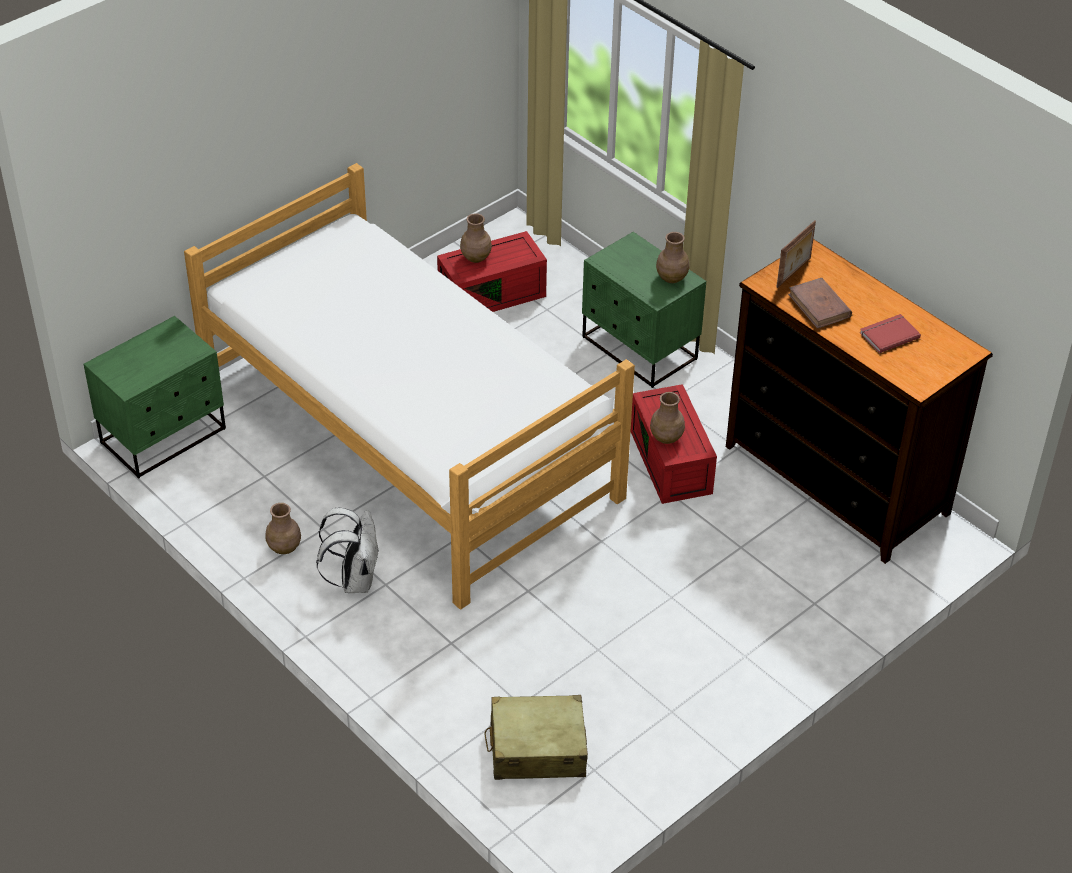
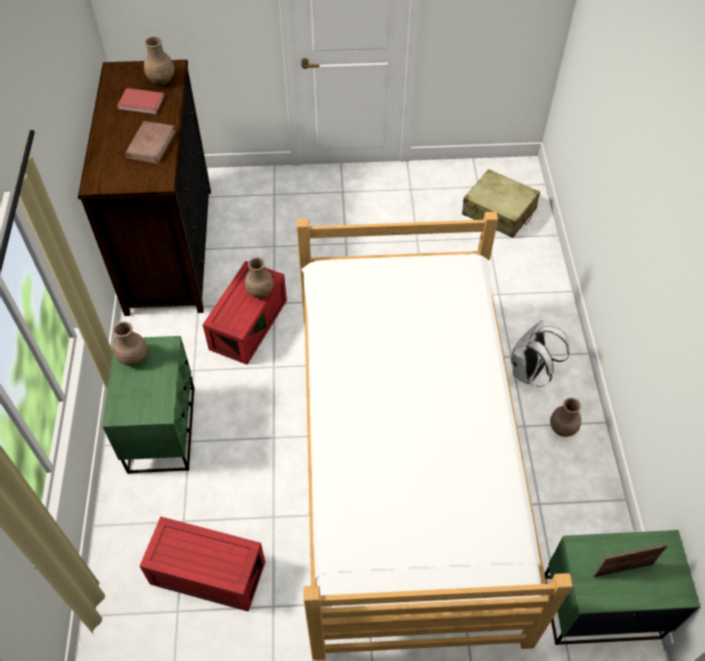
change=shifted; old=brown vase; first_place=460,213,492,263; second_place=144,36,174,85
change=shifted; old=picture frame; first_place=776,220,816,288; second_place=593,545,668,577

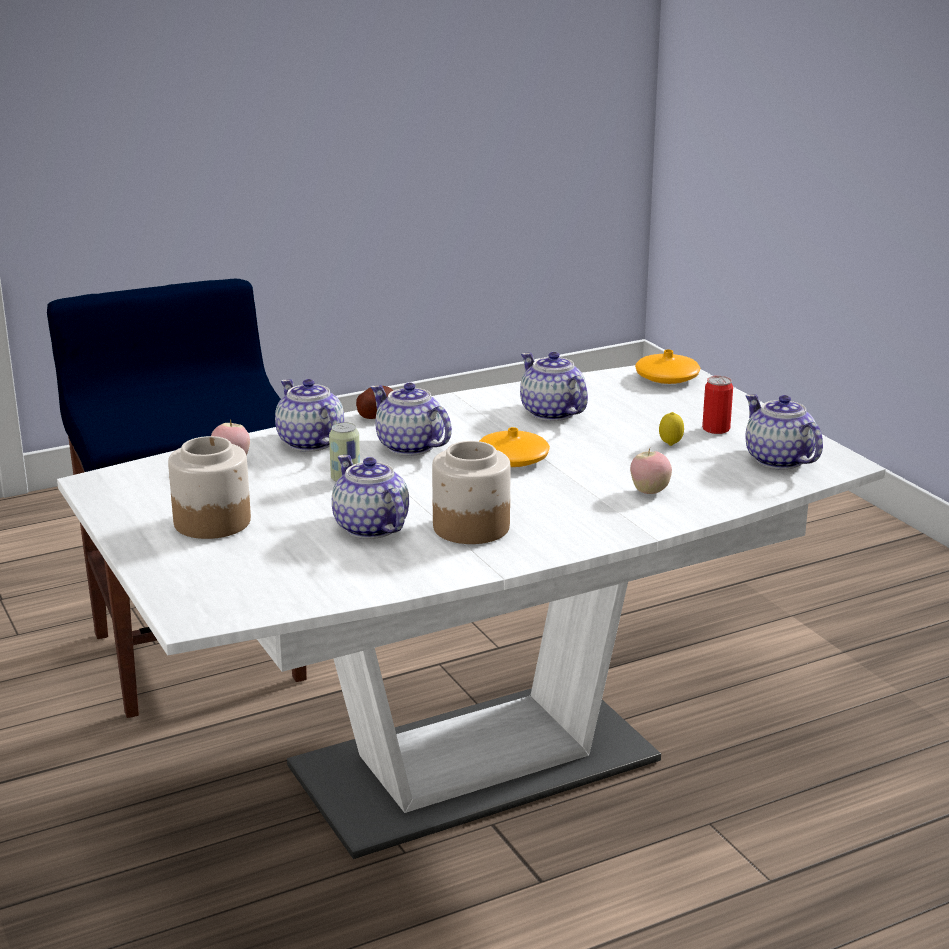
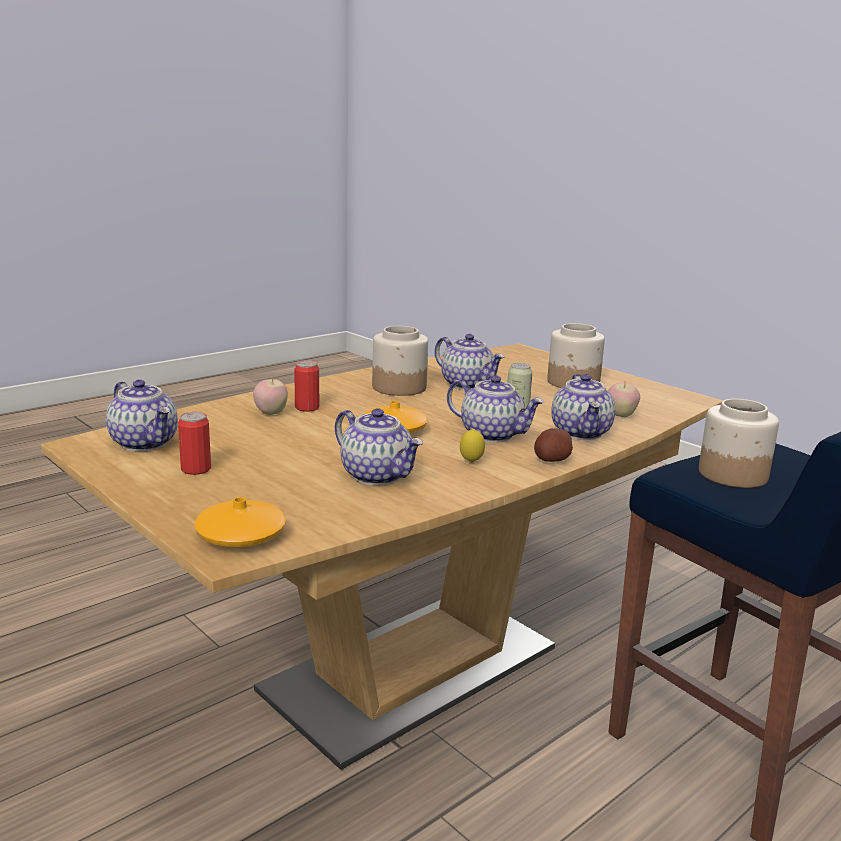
change=repainted; old=white dining table; new=brown dining table; first_place=57,365,886,859; second_place=41,344,723,770
change=new; new=can; second_place=294,360,319,412
change=shifted; old=lemon; first_place=659,412,684,446; second_place=460,429,485,463
change=rotated; old=teapot; first_place=275,379,344,452; second_place=551,374,615,440; degrees=45
change=new; new=jar; second_place=699,399,779,488

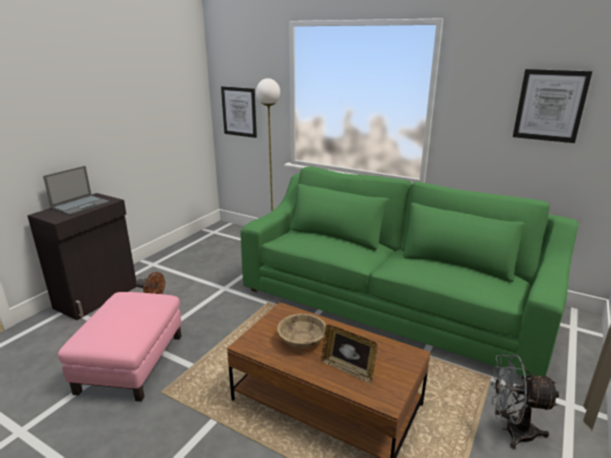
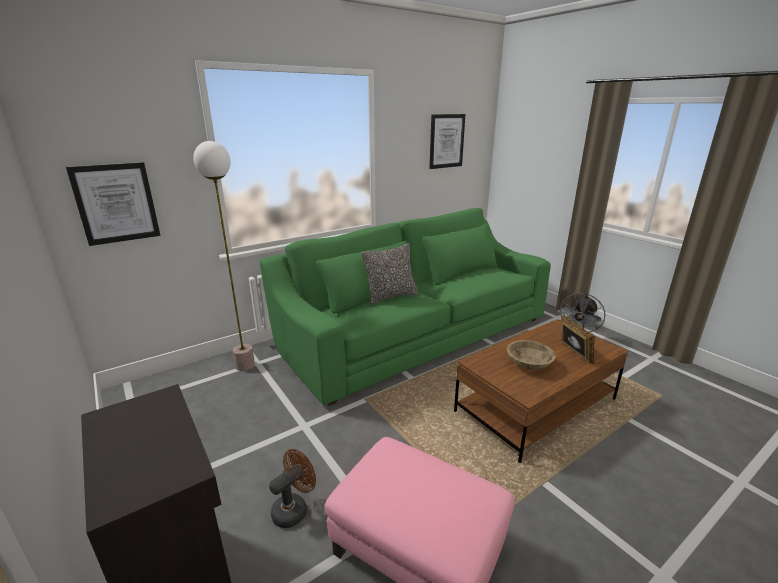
change=new; new=pillow; second_place=361,243,418,305
change=rotated; old=picture frame; first_place=321,325,377,384; second_place=561,314,595,364; degrees=-75
change=gone; old=laptop; first_place=43,166,110,215

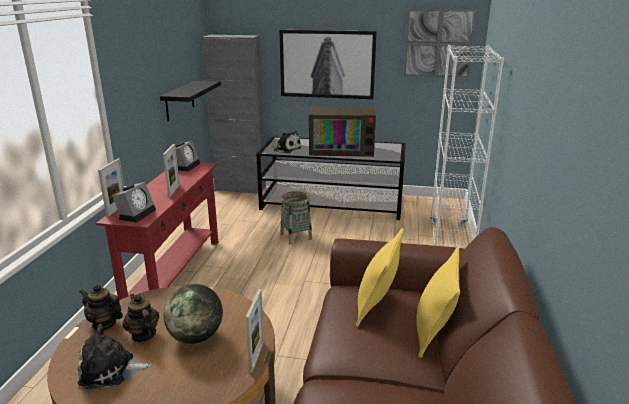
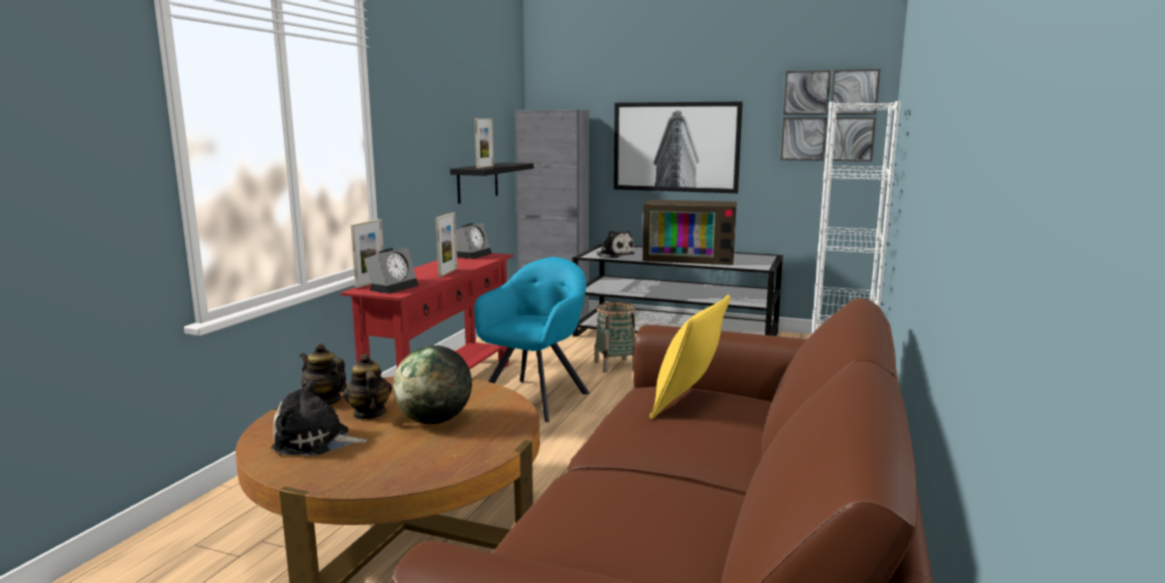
change=new; new=turquoise armchair; second_place=474,257,590,422
change=shifted; old=picture frame; first_place=246,289,264,373; second_place=475,118,494,168
change=gone; old=yellow pillow; first_place=416,247,460,358

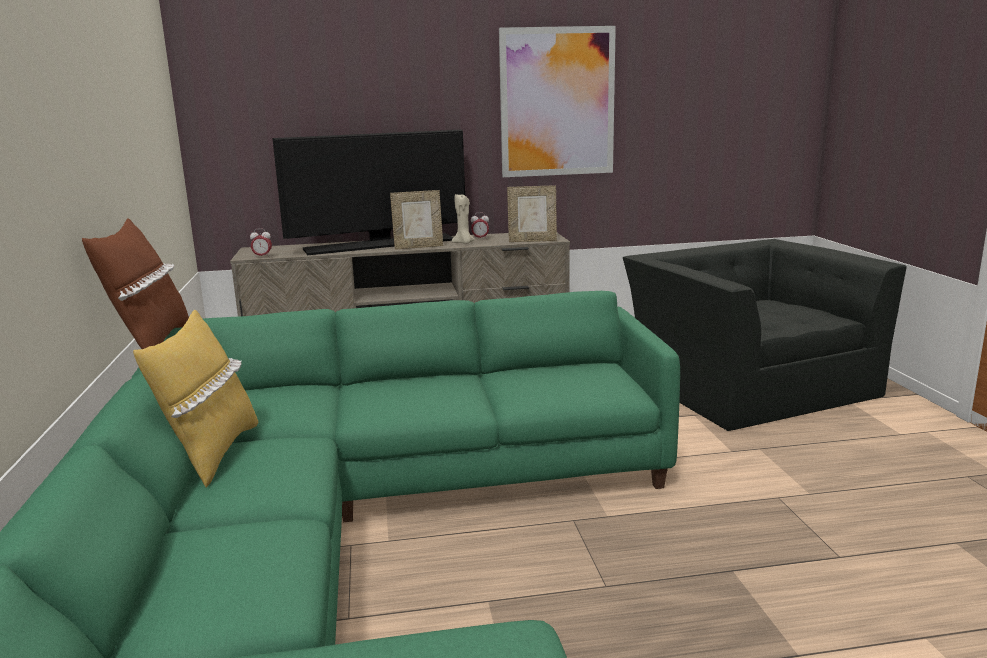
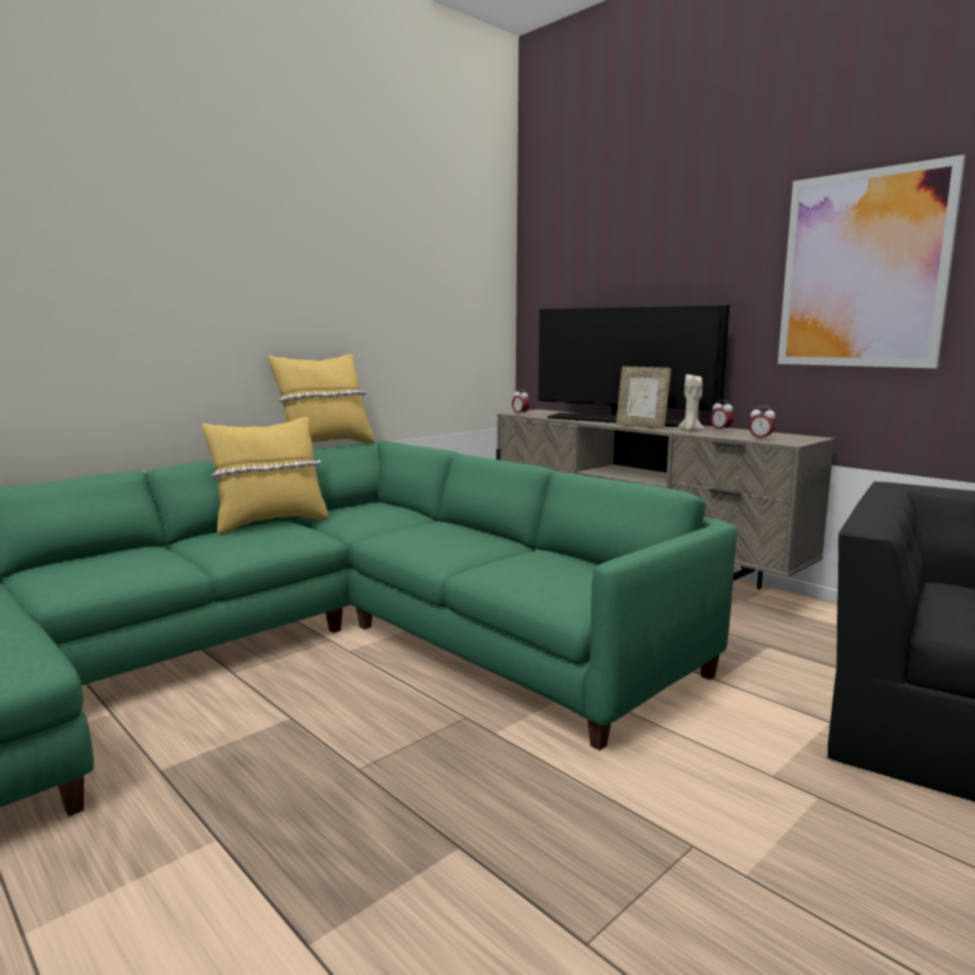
change=repainted; old=brown pillow; new=yellow pillow; first_place=82,218,189,349; second_place=268,354,374,443
change=swapped; old=picture frame; new=alarm clock; first_place=507,186,557,242; second_place=749,406,775,441

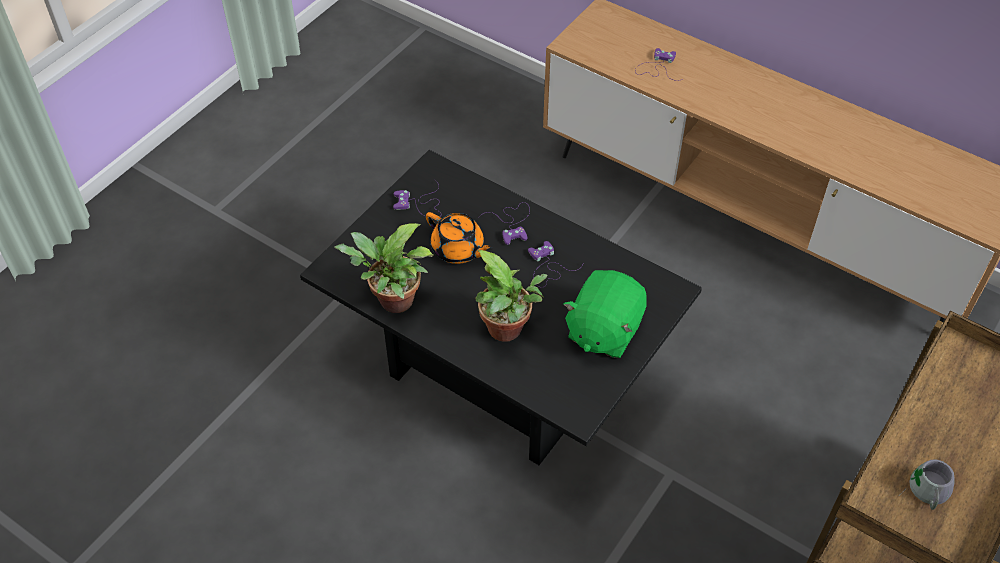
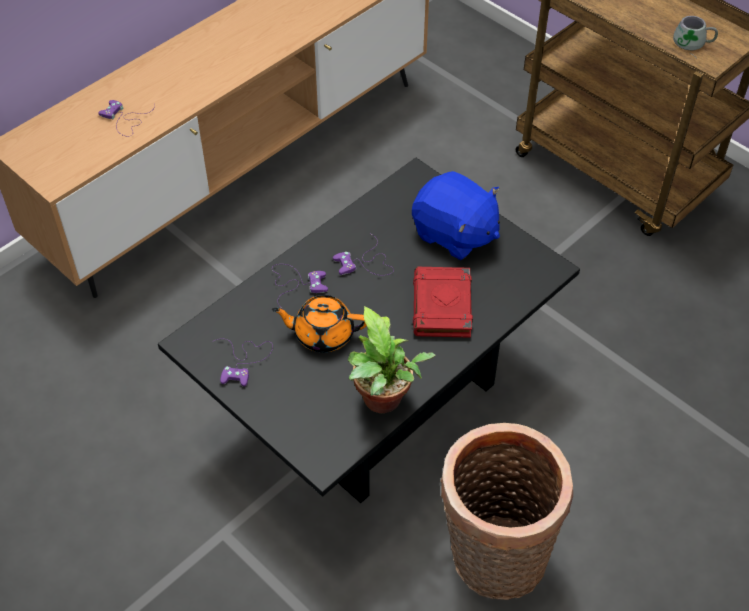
change=rotated; old=orange teapot; first_place=426,212,493,264; second_place=272,295,367,352; degrees=-135
change=repainted; old=green plush toy; new=blue plush toy; first_place=564,270,647,358; second_place=412,171,500,260
change=swapped; old=potted plant; new=red book; first_place=475,250,548,342; second_place=413,267,473,338
change=new; new=basket; second_place=440,423,573,600

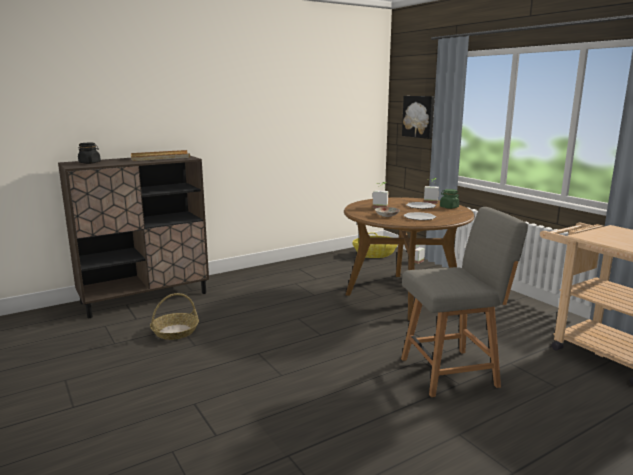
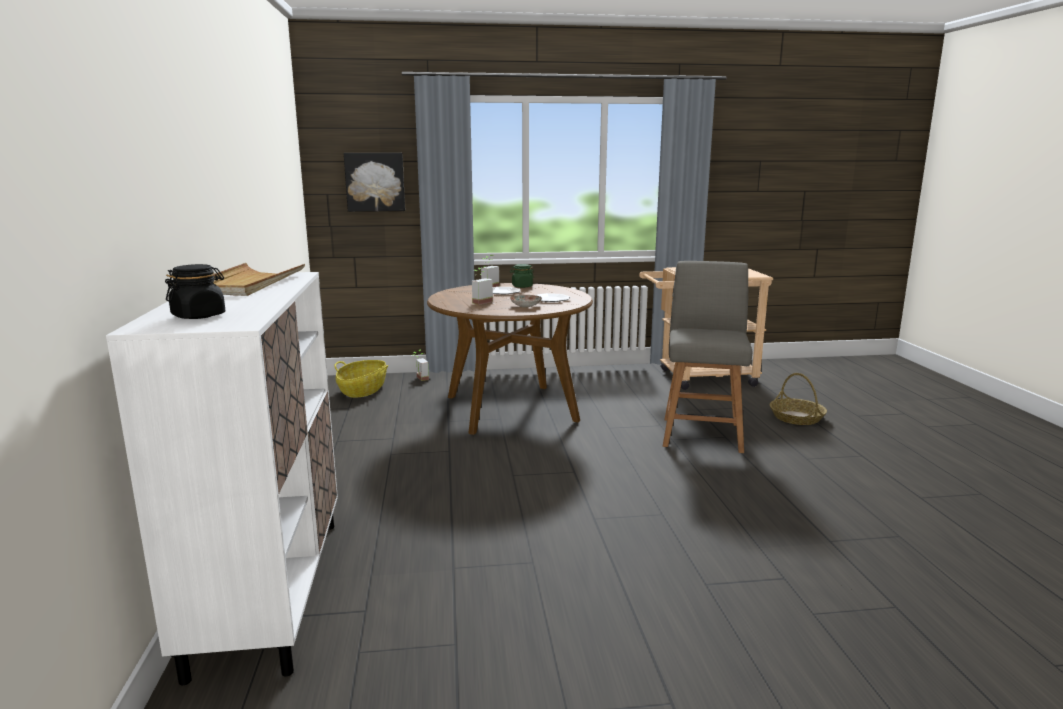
change=repainted; old=brown cabinet; new=white cabinet; first_place=58,156,209,318; second_place=106,272,338,685
change=shifted; old=basket; first_place=150,293,199,340; second_place=770,373,827,425

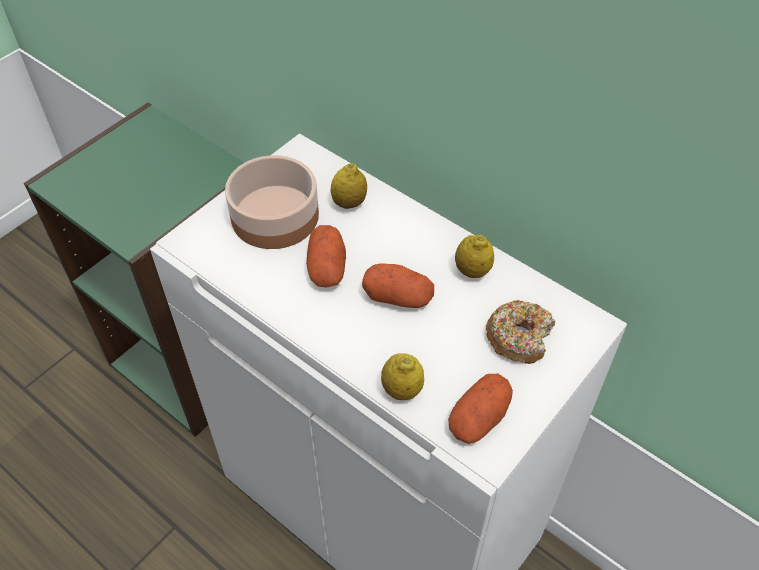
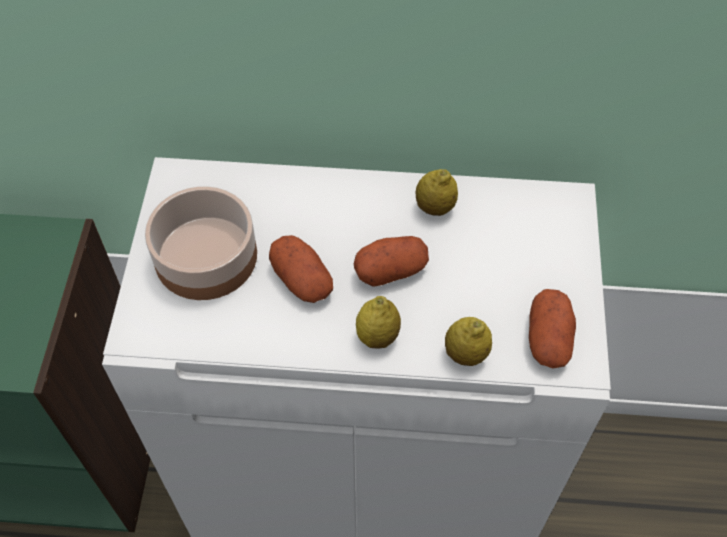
change=shifted; old=lemon; first_place=331,163,367,209; second_place=356,296,401,349
change=gone; old=donut; first_place=486,300,555,364

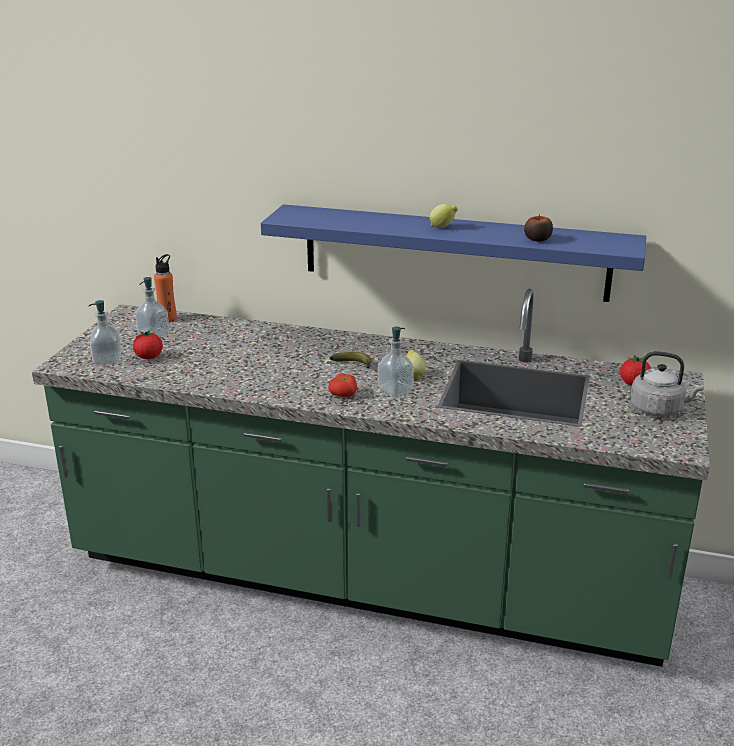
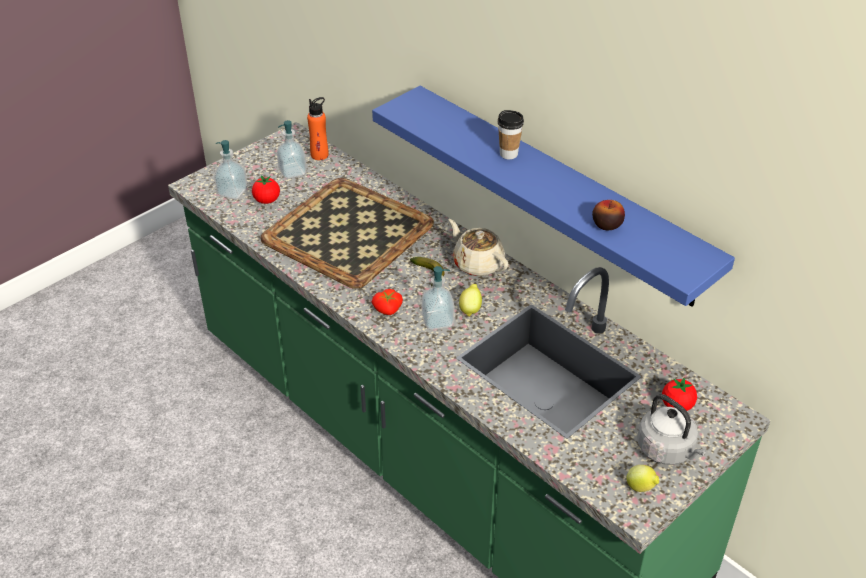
change=new; new=tray; second_place=260,178,434,289
change=new; new=beige teapot; second_place=448,219,509,276
change=new; new=cup; second_place=498,110,524,159
change=shifted; old=lemon; first_place=430,204,458,228; second_place=626,465,659,492

